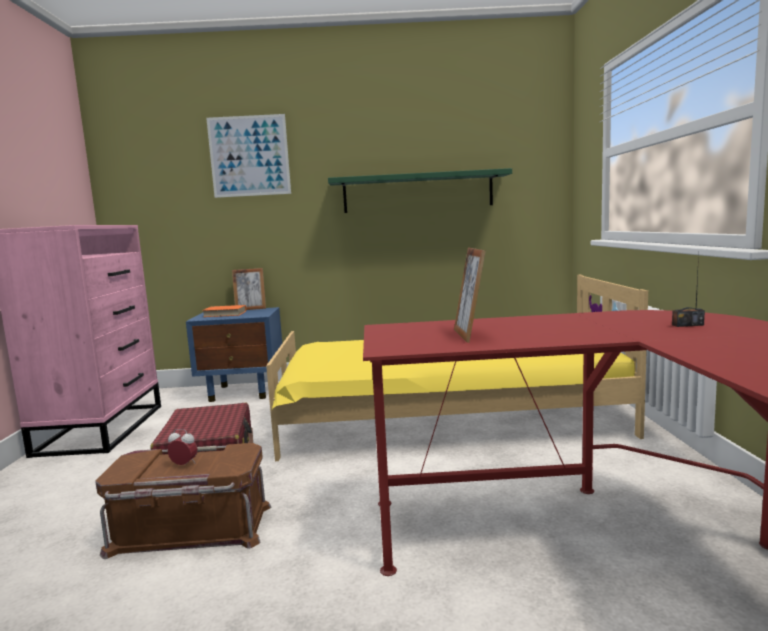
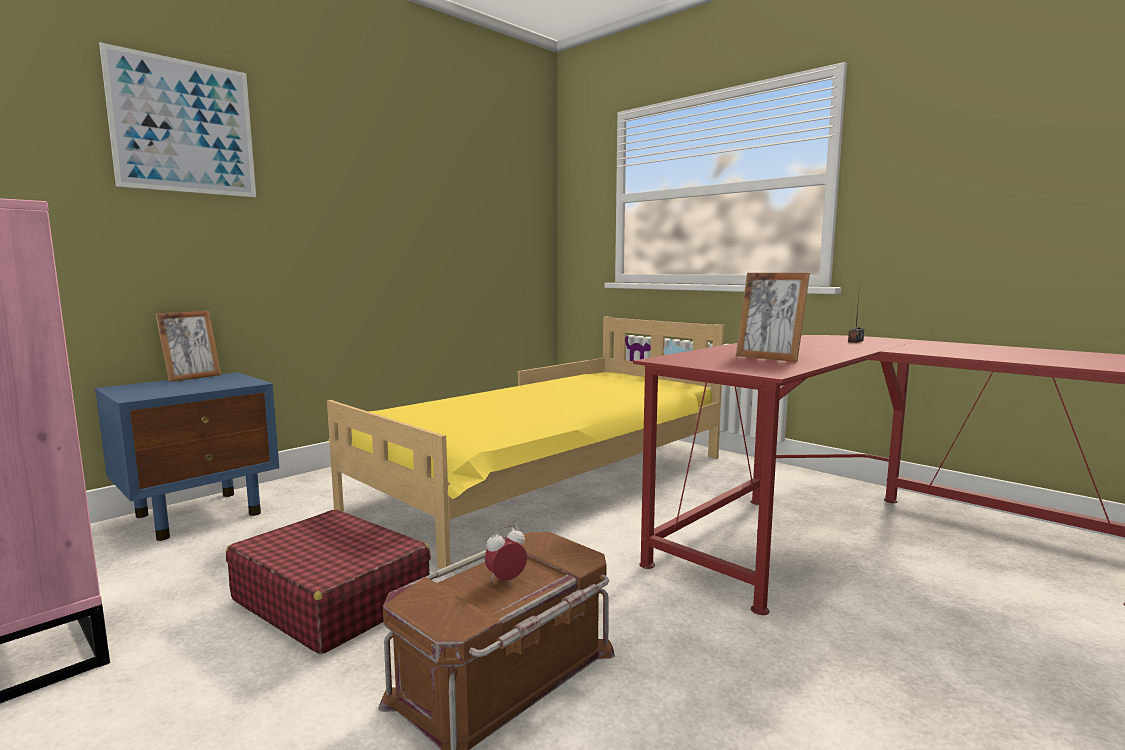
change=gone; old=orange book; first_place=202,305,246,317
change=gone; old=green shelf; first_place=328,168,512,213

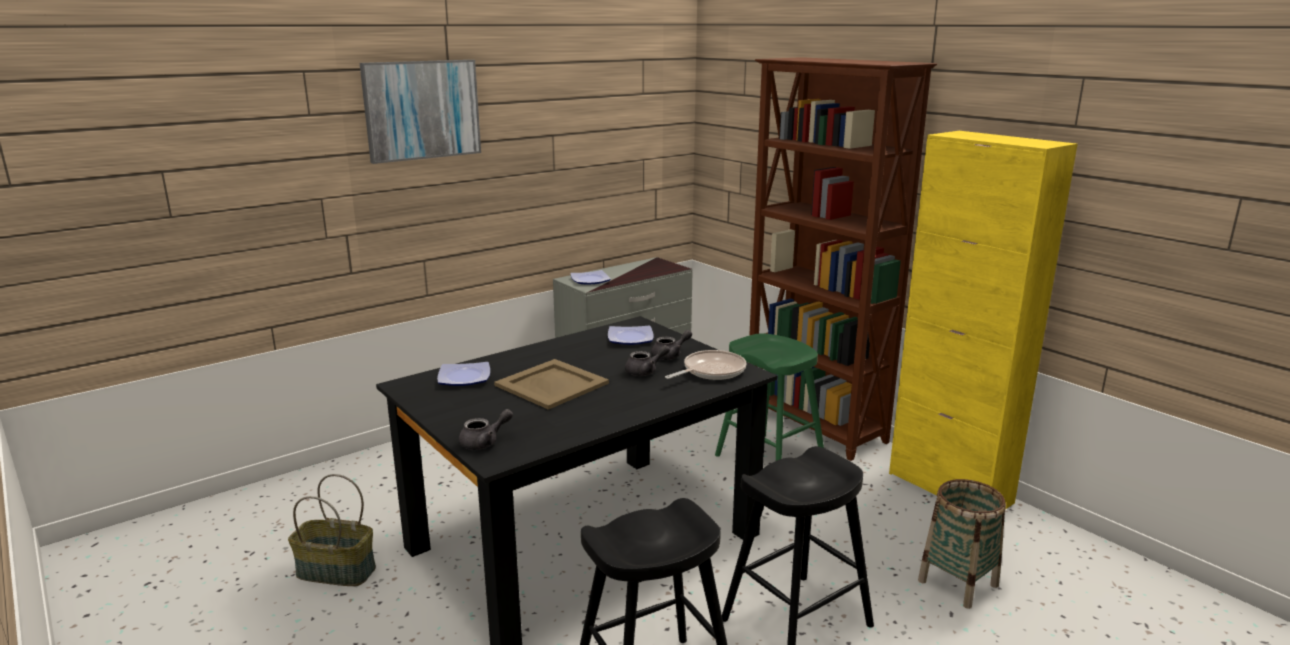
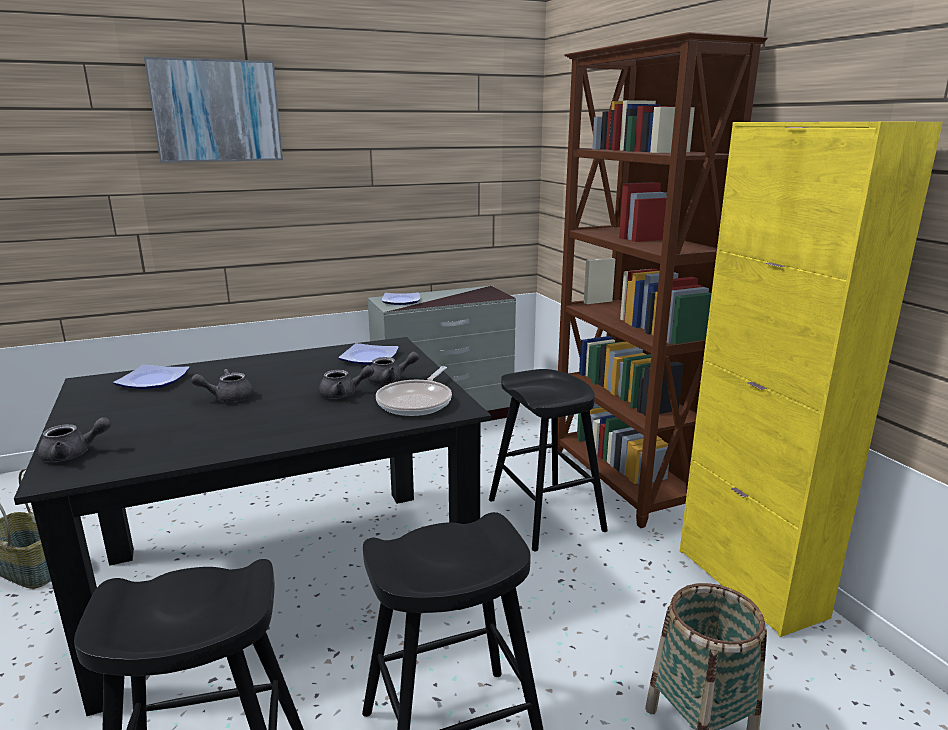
change=swapped; old=beige tray; new=grey teapot; first_place=494,359,609,410; second_place=191,369,254,402
change=rotated; old=frying pan; first_place=665,350,747,380; second_place=376,366,452,416; degrees=135
change=repainted; old=green stool; new=black stool; first_place=715,333,824,461; second_place=489,369,608,551

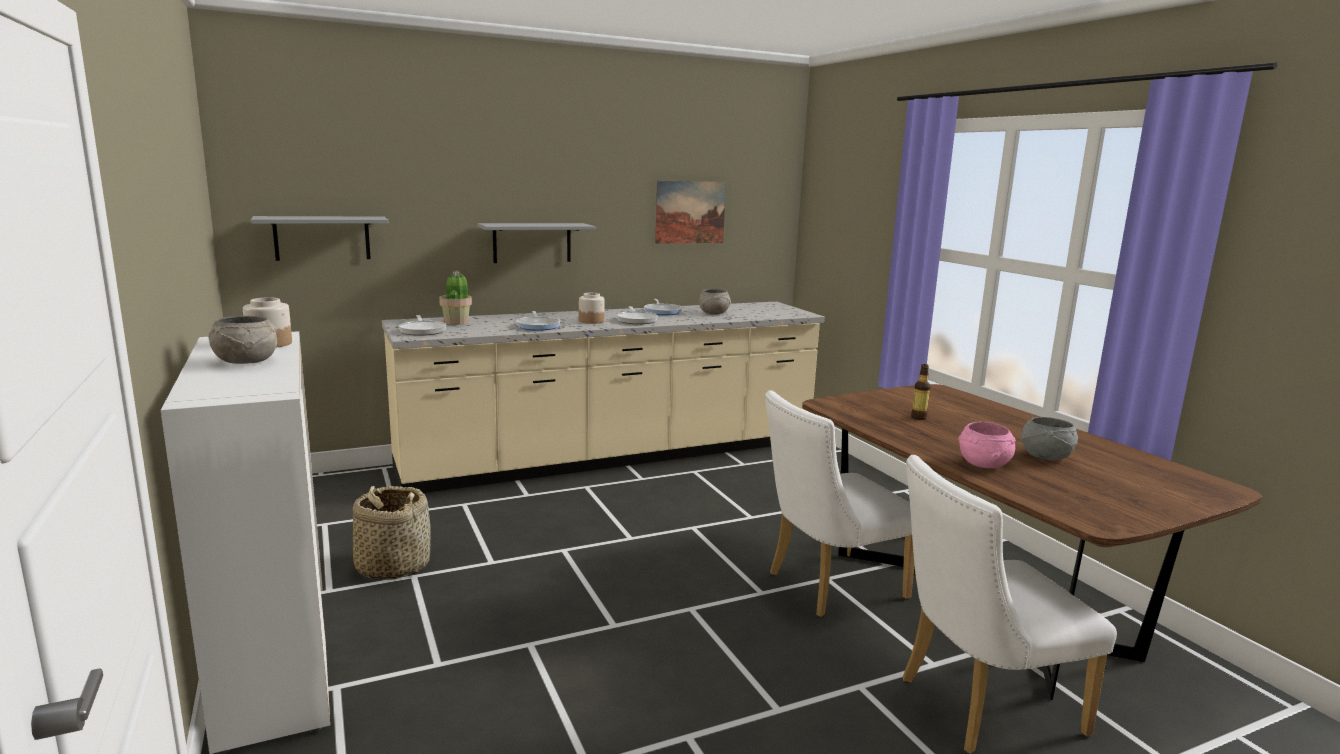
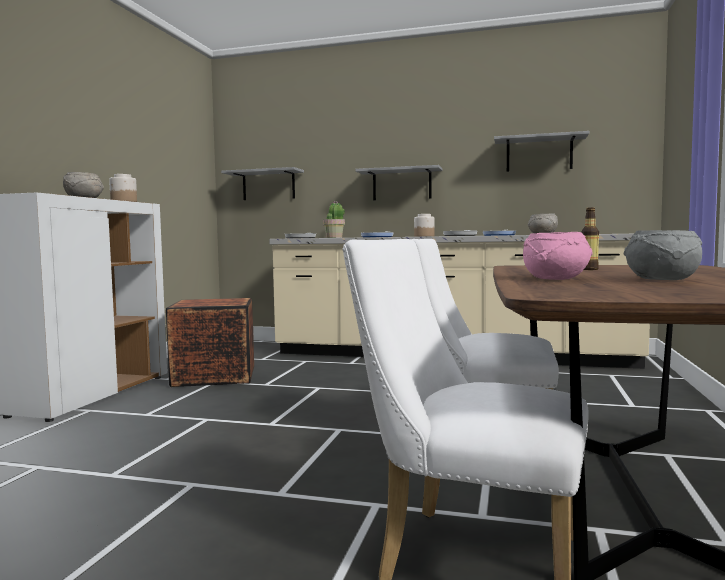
change=swapped; old=basket; new=crate; first_place=353,486,431,580; second_place=166,298,254,387
change=swapped; old=picture; new=grey shelf; first_place=655,180,726,244; second_place=494,131,589,172

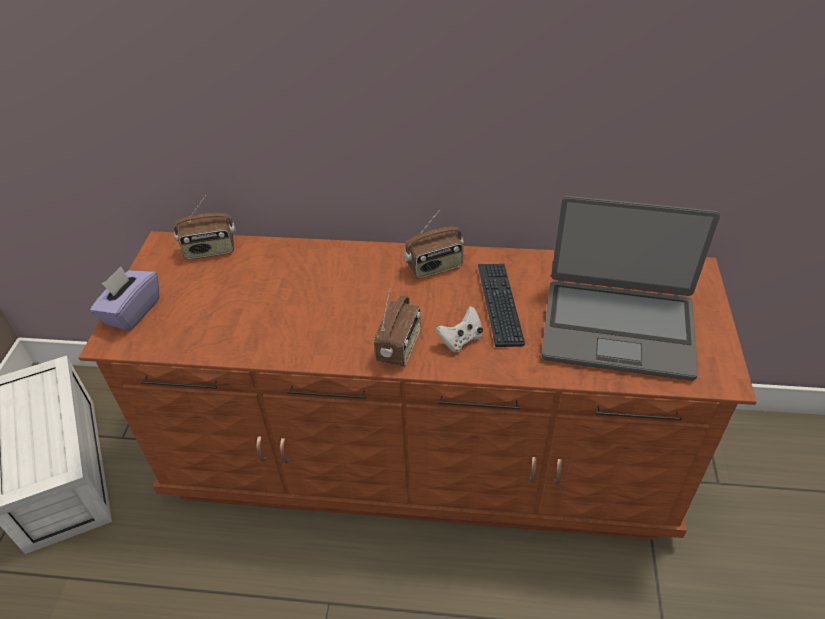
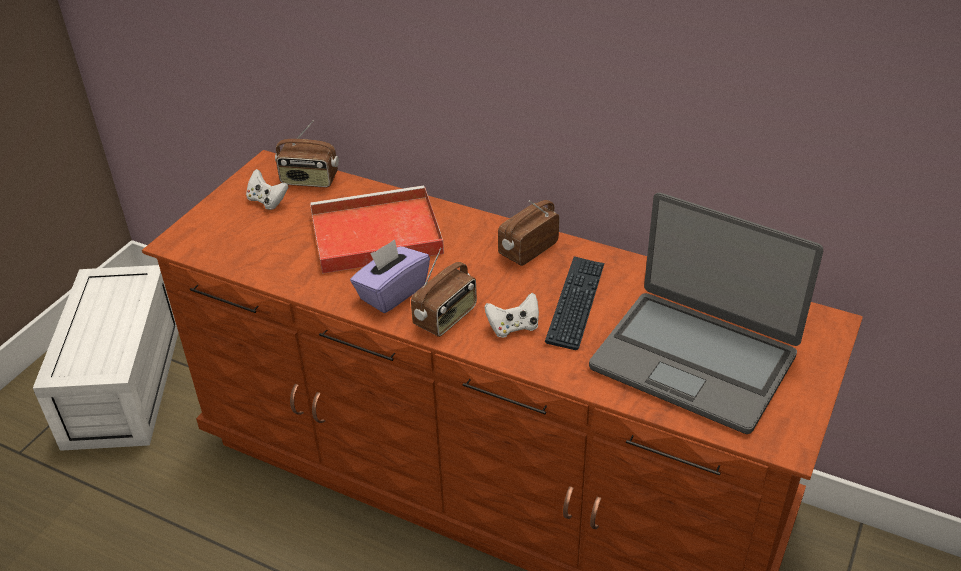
change=new; new=white game controller; second_place=246,169,288,210
change=new; new=red tray; second_place=310,185,444,274
change=shifted; old=purple tissue box; first_place=90,266,159,331; second_place=350,239,430,313
change=rotated; old=radio; first_place=404,210,464,279; second_place=498,200,559,266; degrees=135

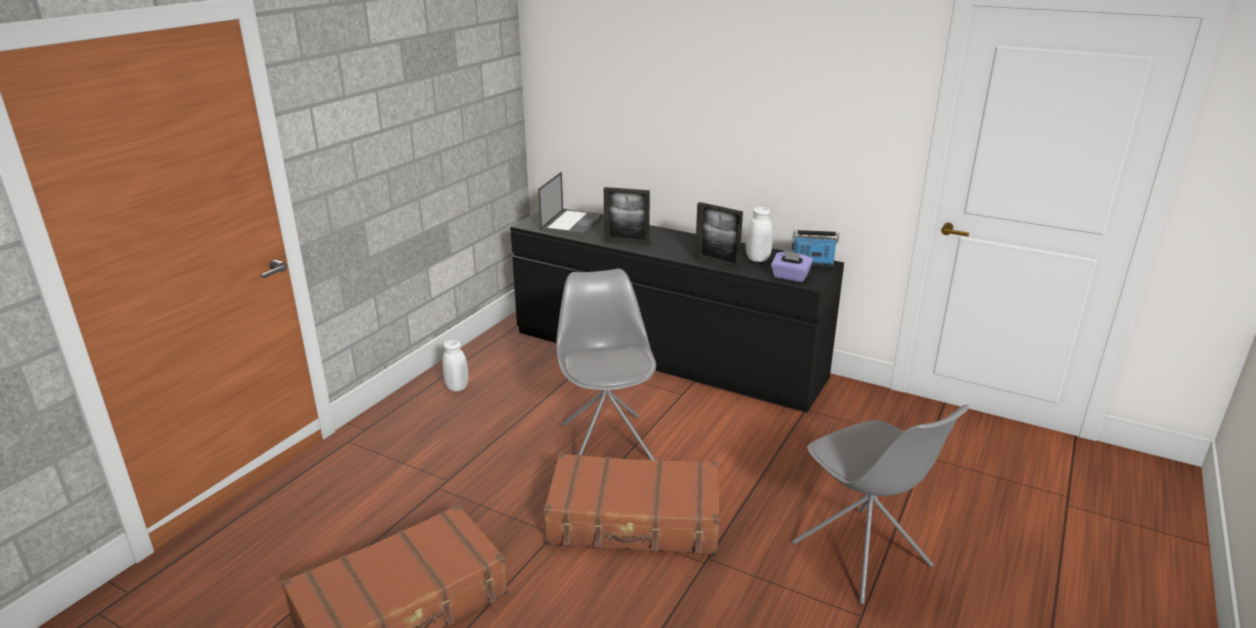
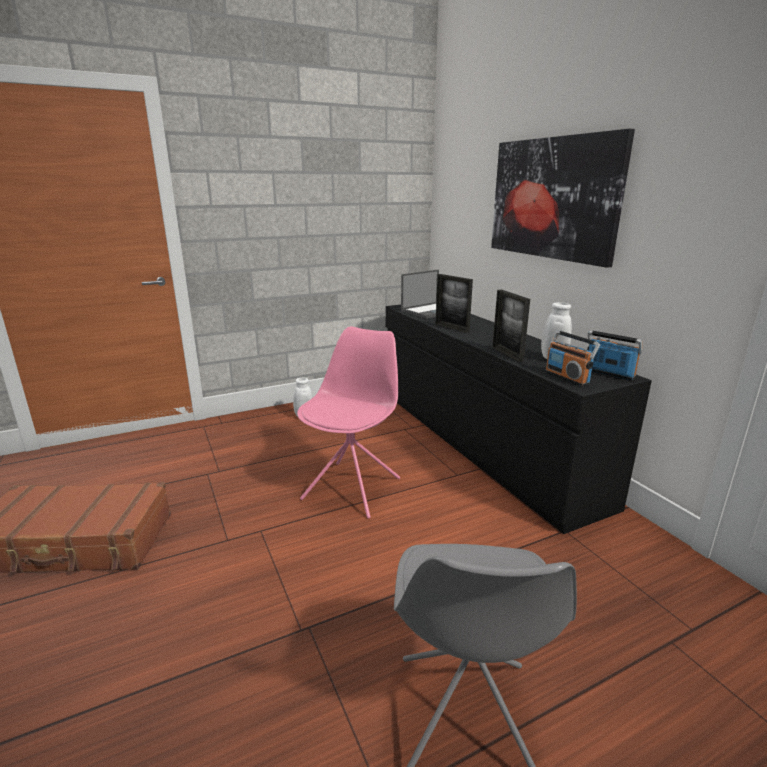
change=repainted; old=grey chair; new=pink chair; first_place=556,269,656,460; second_place=297,326,400,519
change=new; new=picture; second_place=491,129,635,268
change=swapped; old=purple tissue box; new=radio; first_place=771,250,813,282; second_place=545,330,600,386
change=gone; old=brown suitcase; first_place=544,453,720,555

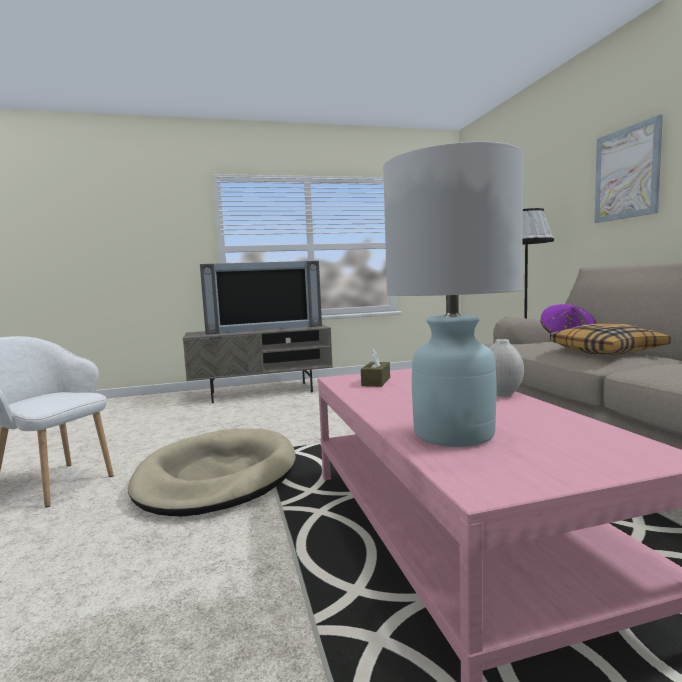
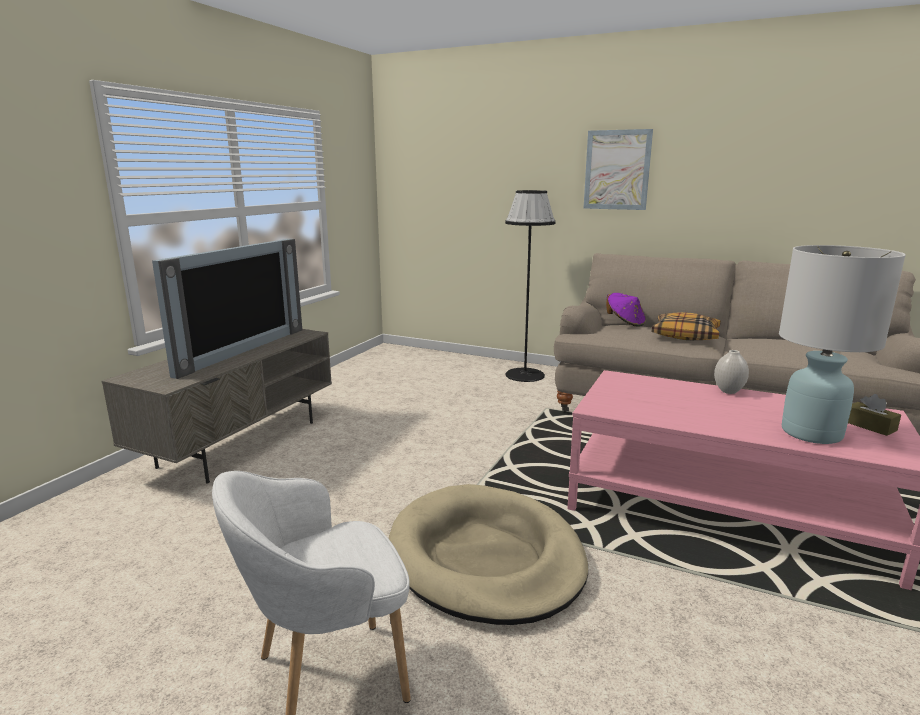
change=shifted; old=brown tissue box; first_place=361,349,390,387; second_place=848,394,901,436

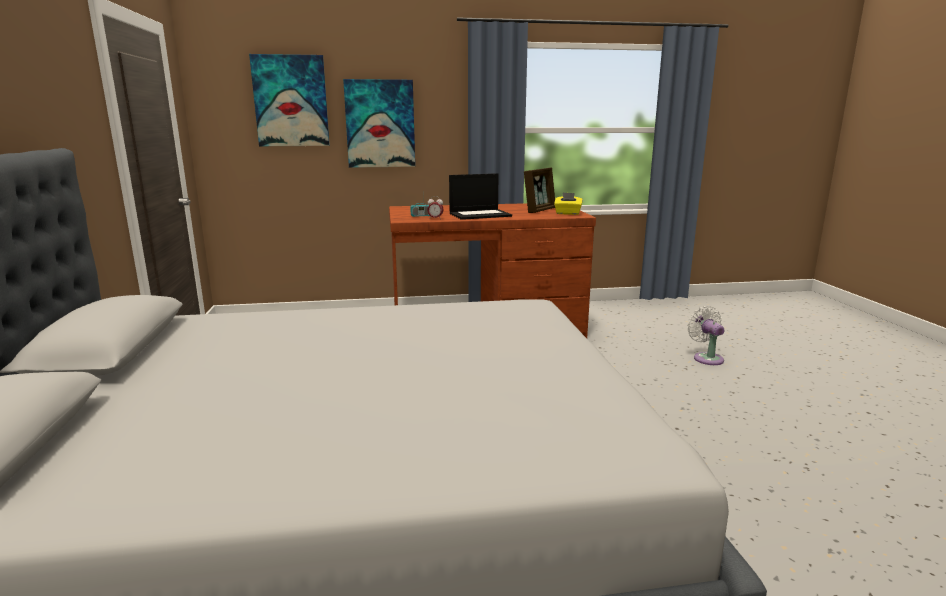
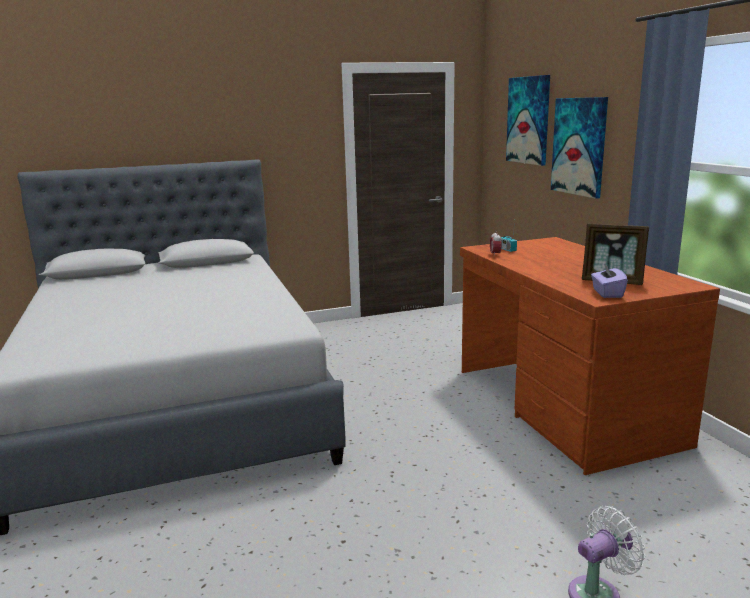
change=repainted; old=yellow tissue box; new=purple tissue box; first_place=554,193,583,215; second_place=591,263,628,298
change=gone; old=laptop; first_place=449,173,512,220

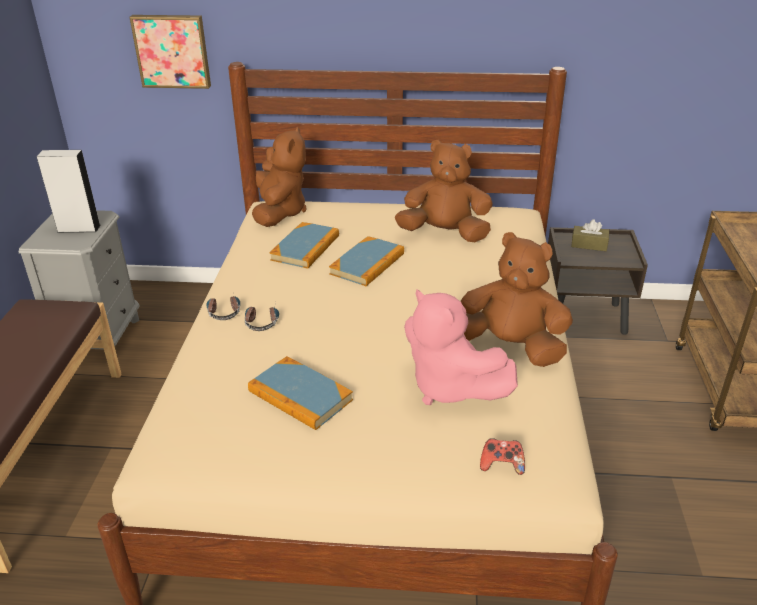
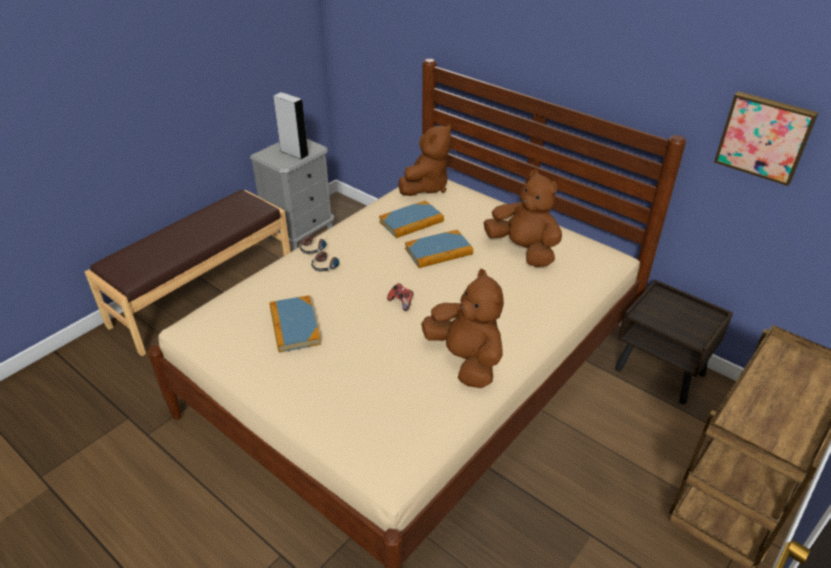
change=shifted; old=game controller; first_place=480,438,525,475; second_place=387,283,413,311
change=shifted; old=picture; first_place=130,15,211,89; second_place=714,91,819,186
change=gone; old=pink plush toy; first_place=404,289,518,405
change=gone; old=brown tissue box; first_place=571,219,609,251

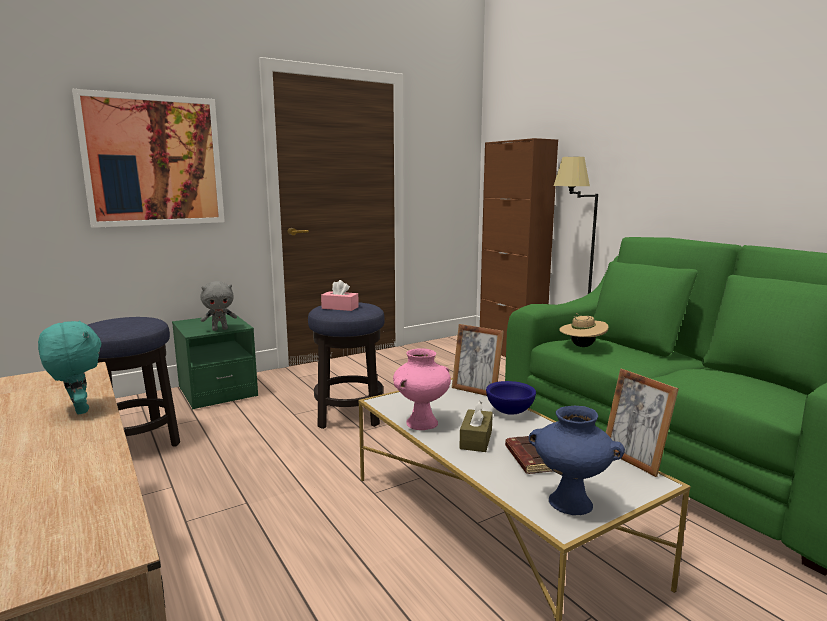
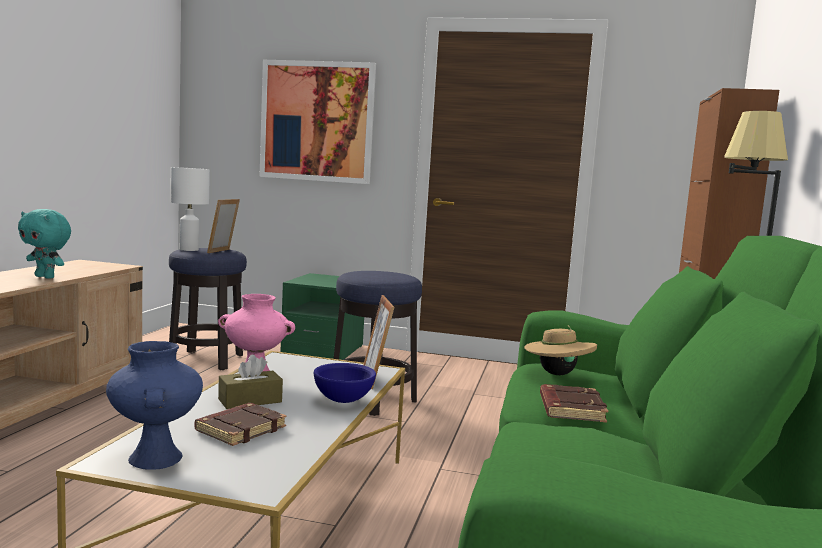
change=rotated; old=turquoise plush toy; first_place=38,320,102,414; second_place=18,209,71,279; degrees=105
change=new; new=white table lamp; second_place=170,167,210,251
change=shifted; old=picture frame; first_place=606,369,679,477; second_place=207,199,240,253
change=new; new=brown book; second_place=540,384,608,423
change=gone; old=grey plush toy; first_place=200,281,237,331
change=gone; old=pink tissue box; first_place=321,280,359,311

